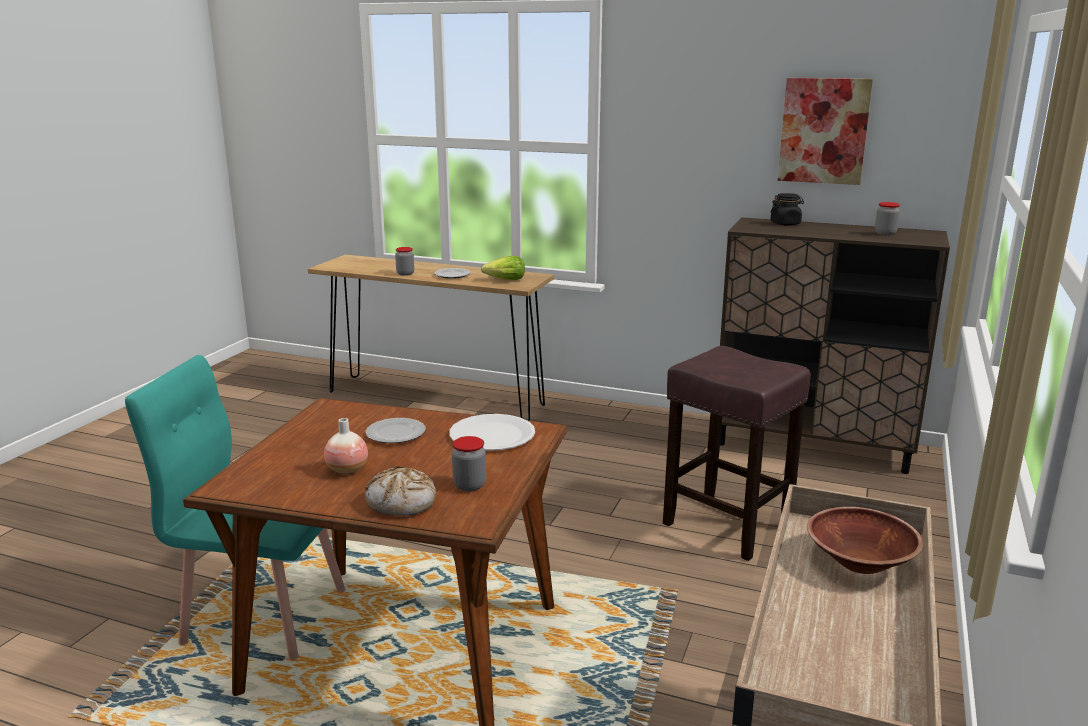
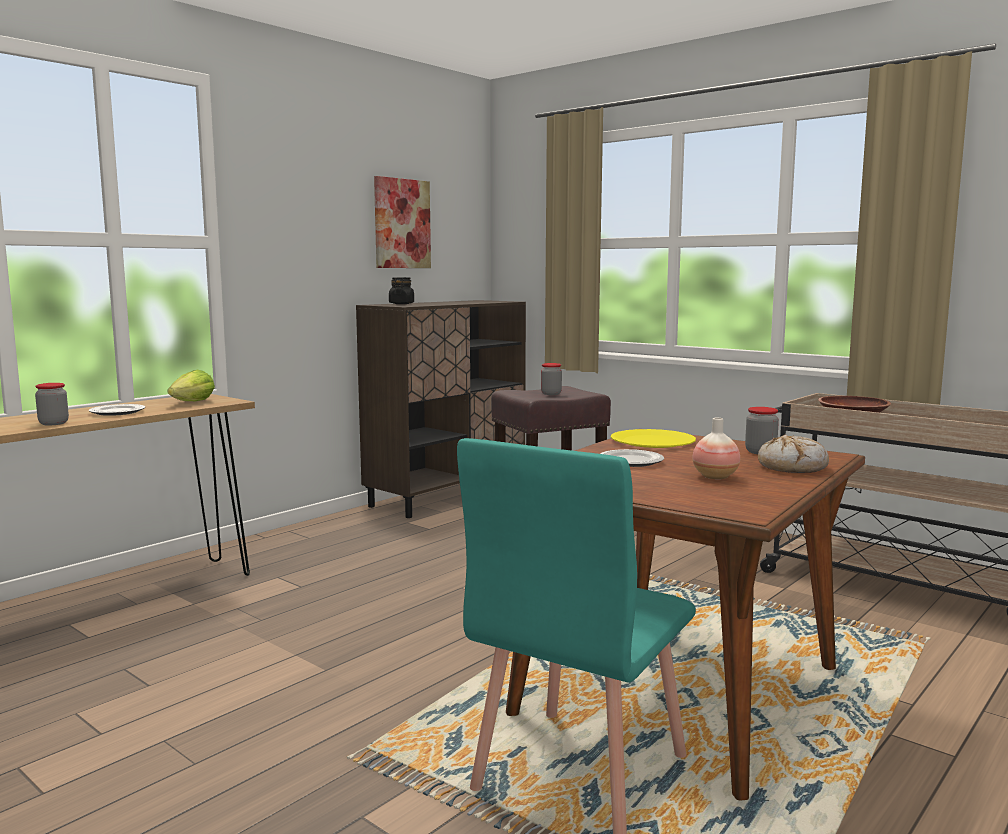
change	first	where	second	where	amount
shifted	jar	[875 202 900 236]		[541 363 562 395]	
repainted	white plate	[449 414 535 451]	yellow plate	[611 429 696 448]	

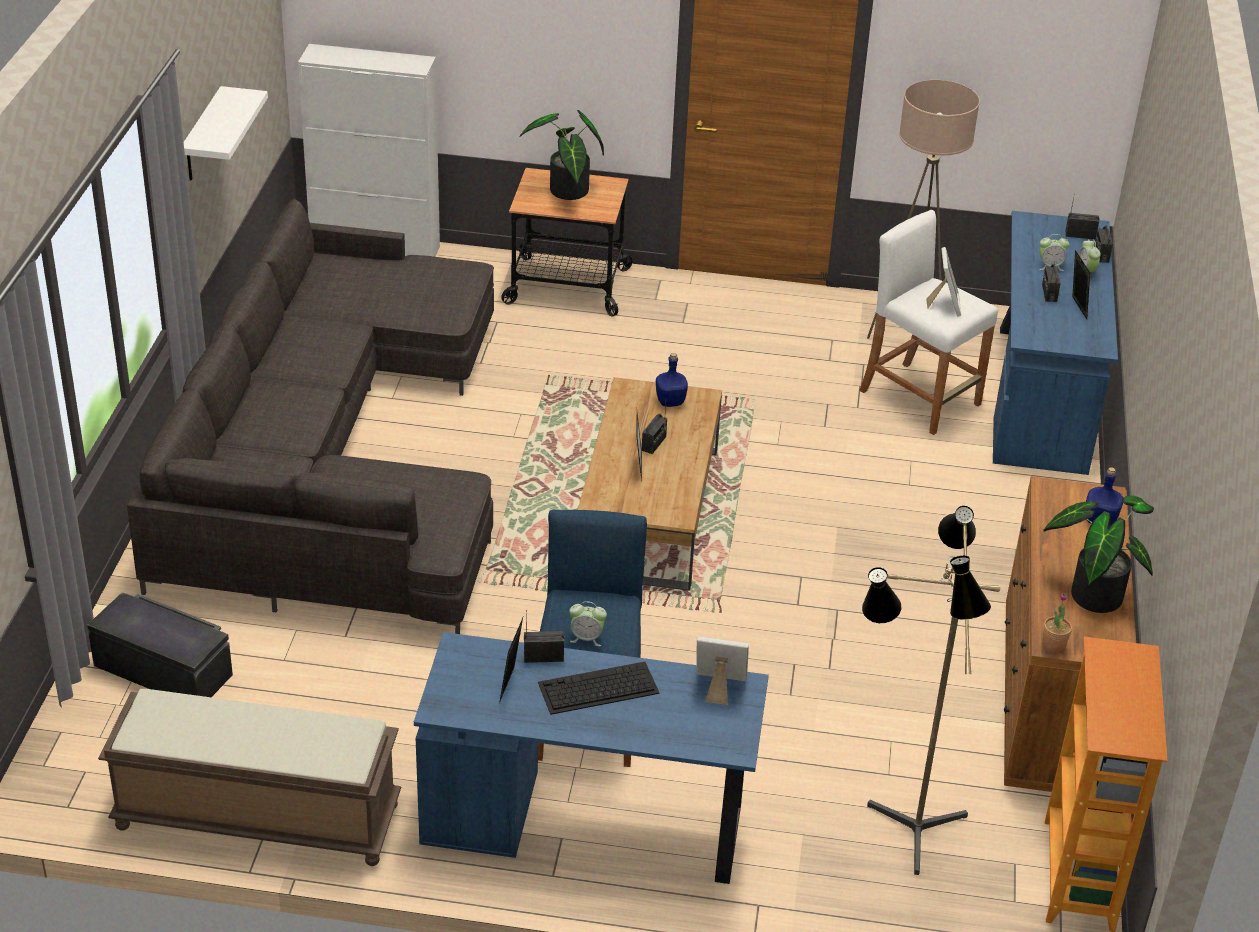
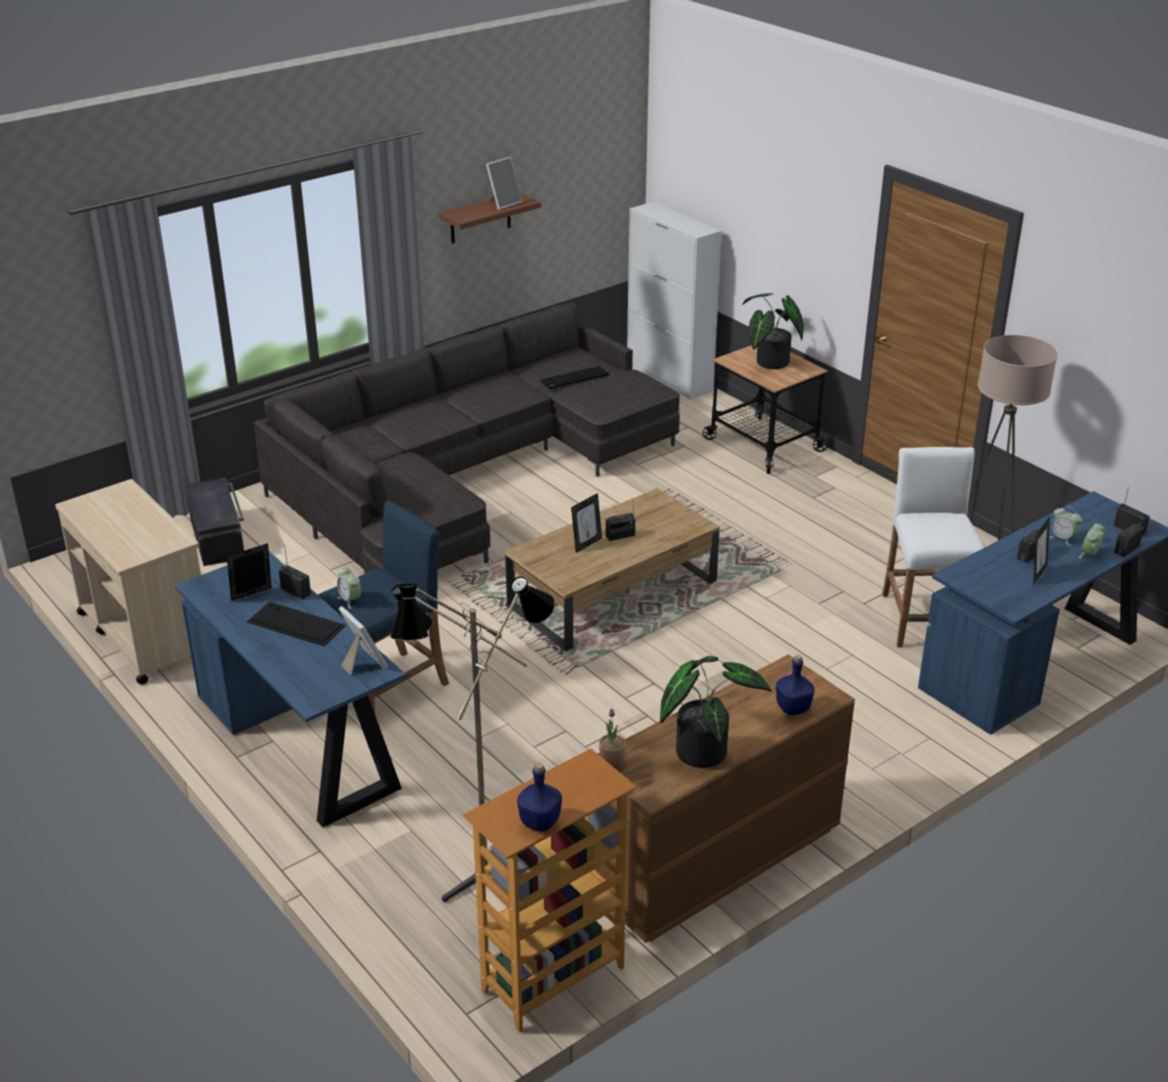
change	first	where	second	where	amount
swapped	brown bench	[98 689 401 866]	beige cart	[55 479 201 684]	
repainted	white shelf	[184 86 268 180]	brown shelf	[439 192 541 244]	
shifted	picture frame	[926 247 961 317]		[486 157 522 210]	
shifted	blue bottle	[656 353 688 407]		[517 763 562 832]	
new			keyboard	[541 366 609 389]	

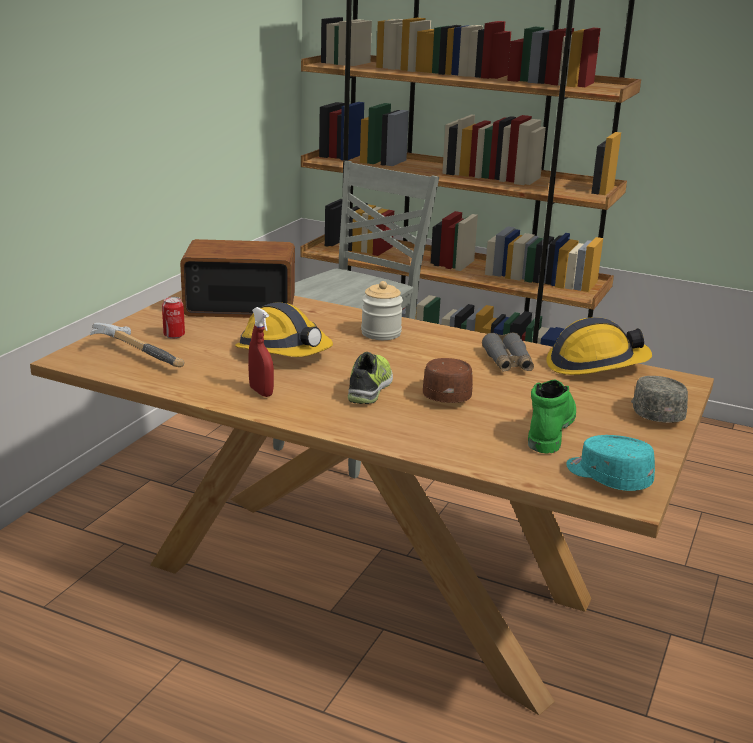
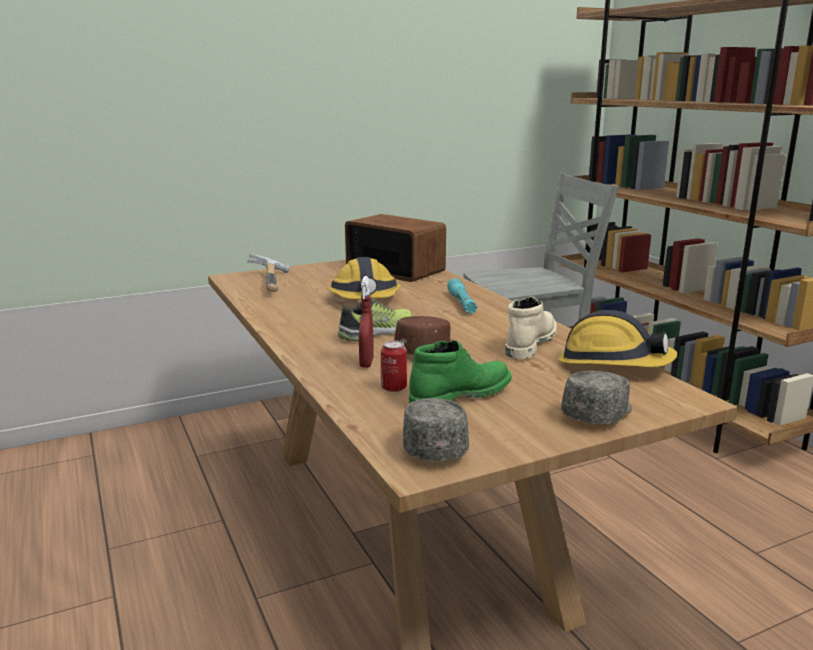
change	first	where	second	where	amount
shifted	red spray bottle	[248 307 274 397]		[359 276 374 368]	
shifted	can	[162 297 185 339]		[381 340 407 392]	
repainted	turquoise cap	[566 435 655 491]	grey cap	[403 398 469 461]	
swapped	jar	[361 281 403 340]	turquoise flashlight	[447 278 477 314]	
swapped	grey binoculars	[482 332 534 371]	beige boot	[505 296 557 359]	

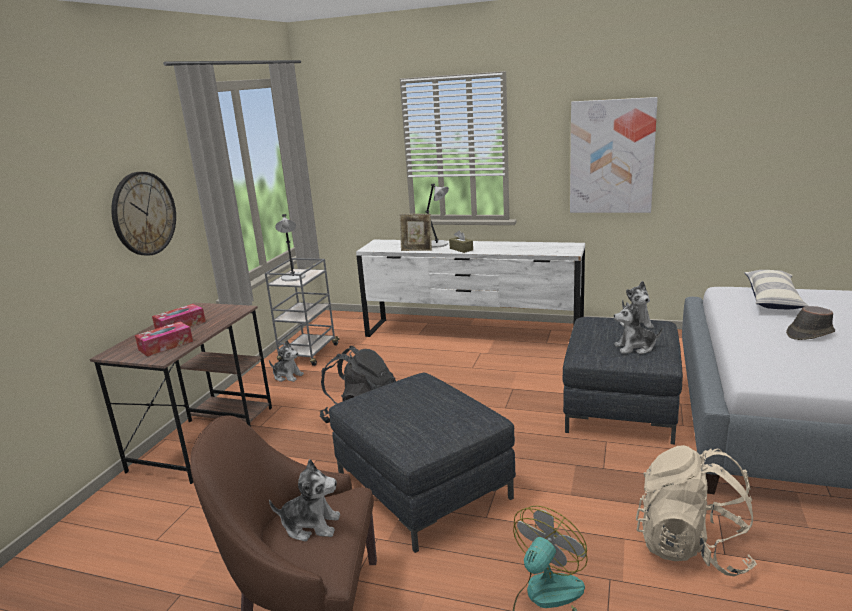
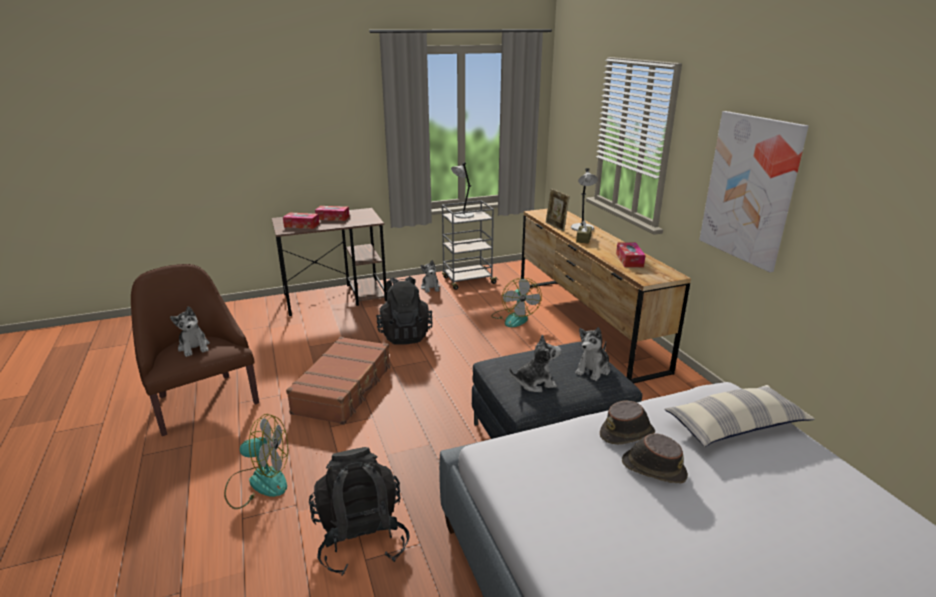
change	first	where	second	where	amount
swapped	grey ottoman	[329 373 516 553]	brown suitcase	[286 337 391 425]	
repainted	beige backpack	[636 445 757 576]	black backpack	[309 447 410 575]	
new			fan	[491 278 542 327]	
rotated	plush toy	[614 302 663 354]		[509 334 561 392]	120 degrees clockwise
repainted	white dresser	[356 240 585 337]	brown dresser	[521 209 691 384]	
new			brown hat	[600 401 655 445]	
new			tissue box	[616 243 646 267]	
gone	wall clock	[111 172 176 256]			

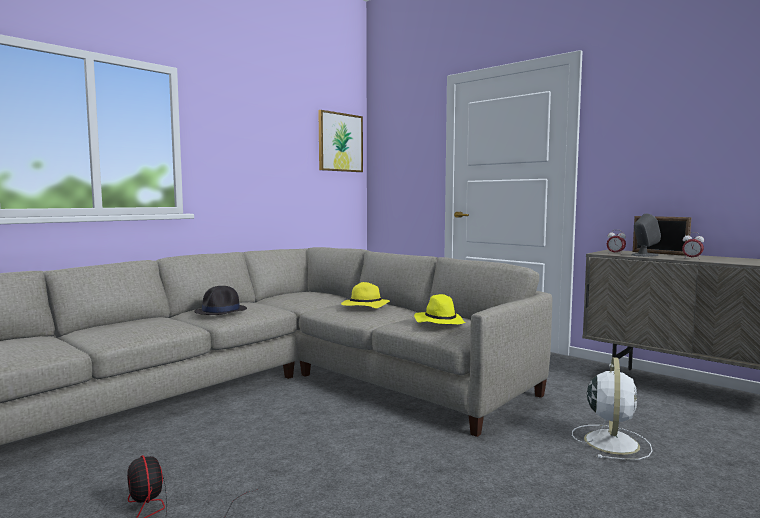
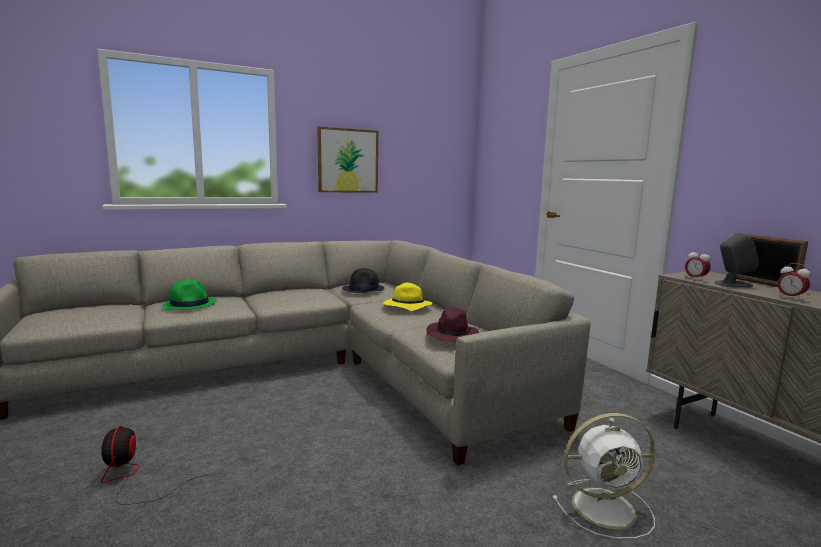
change	first	where	second	where	amount
new			green hat	[162 279 216 310]	
shifted	picture	[318 110 363 172]		[317 126 378 193]	
shifted	black hat	[194 286 247 315]		[342 268 385 293]	
repainted	yellow hat	[414 294 466 324]	purple hat	[426 307 479 342]	
rotated	white fan	[572 357 653 460]		[552 413 656 539]	45 degrees clockwise

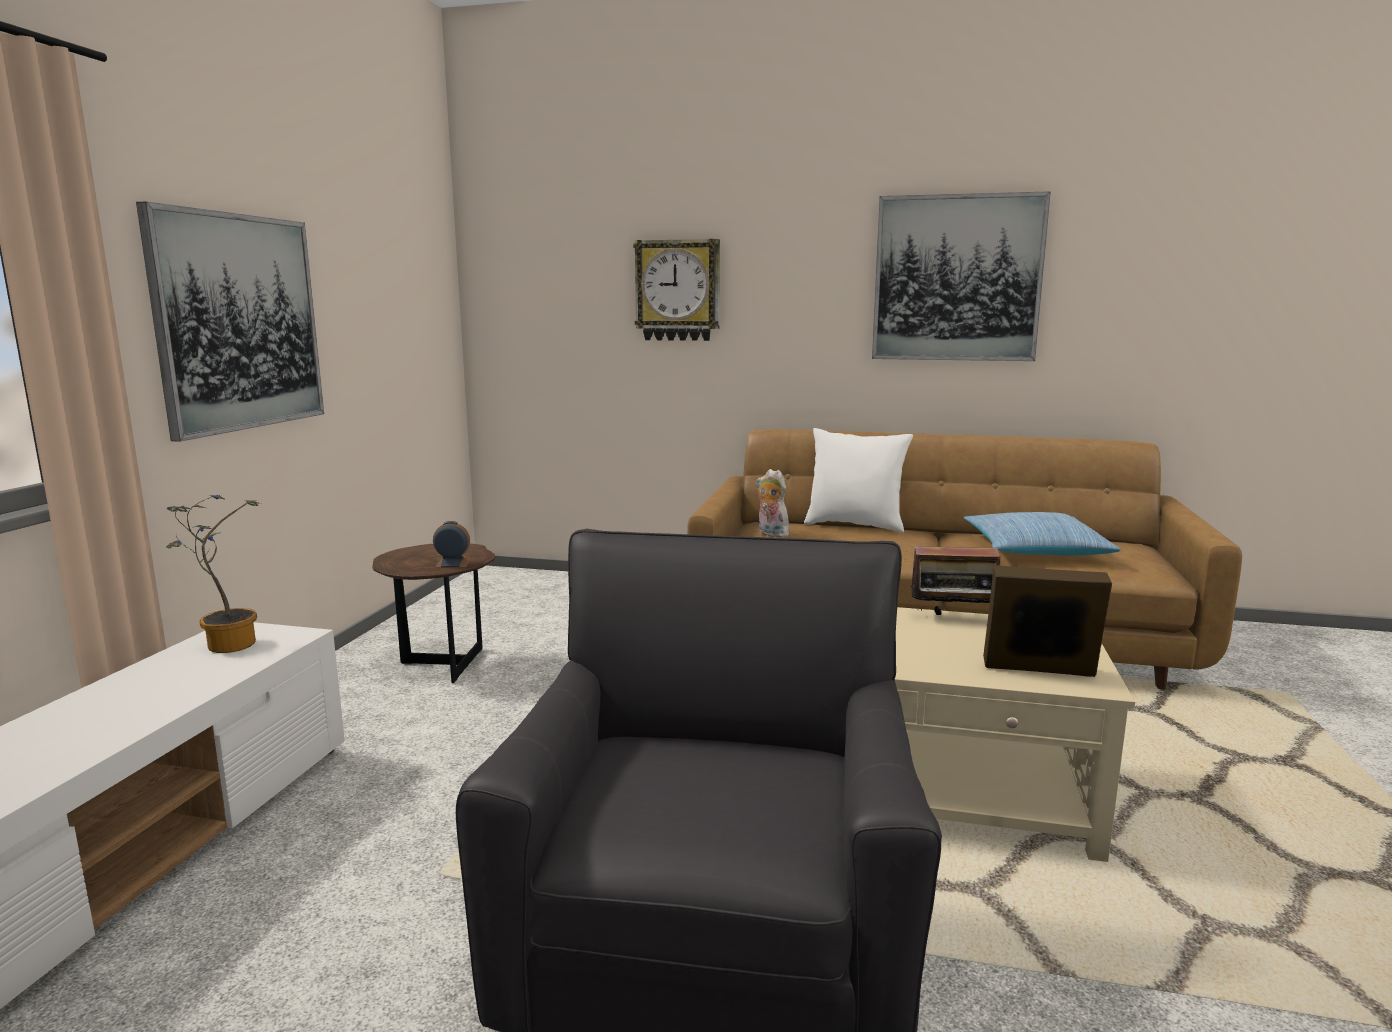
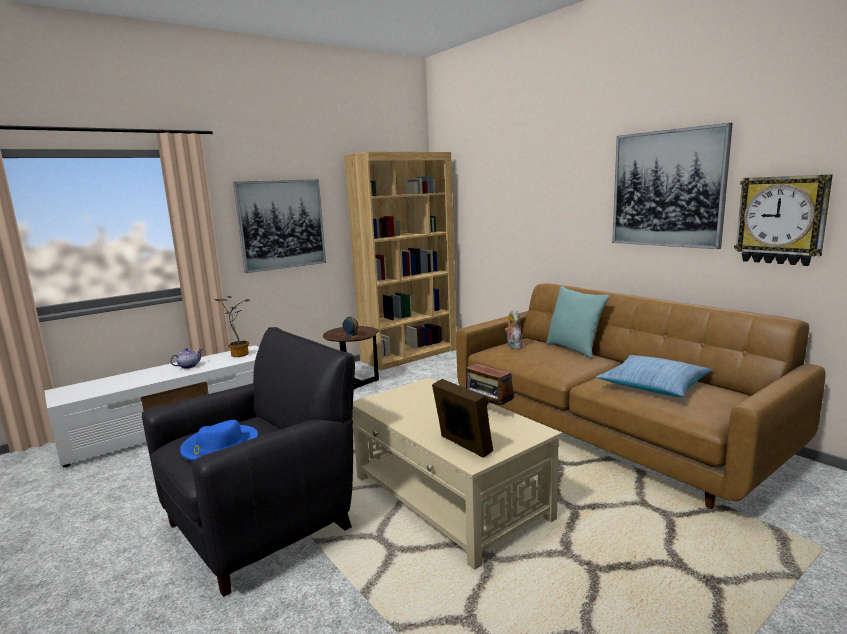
change	first	where	second	where	amount
new			teapot	[170 348 203 369]	
new			blue hat	[180 420 258 462]	
new			brown bookcase	[344 151 457 370]	
repainted	white pillow	[804 428 913 533]	turquoise pillow	[546 286 610 359]	
shifted	wall clock	[633 239 720 341]		[734 174 833 266]	

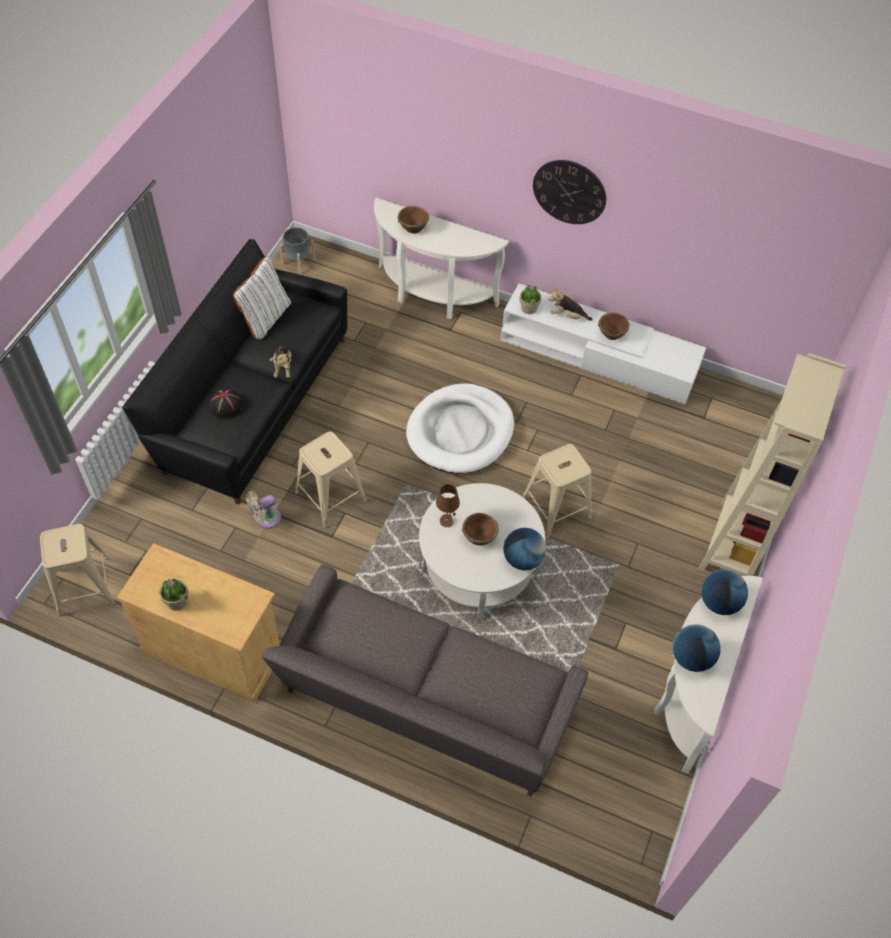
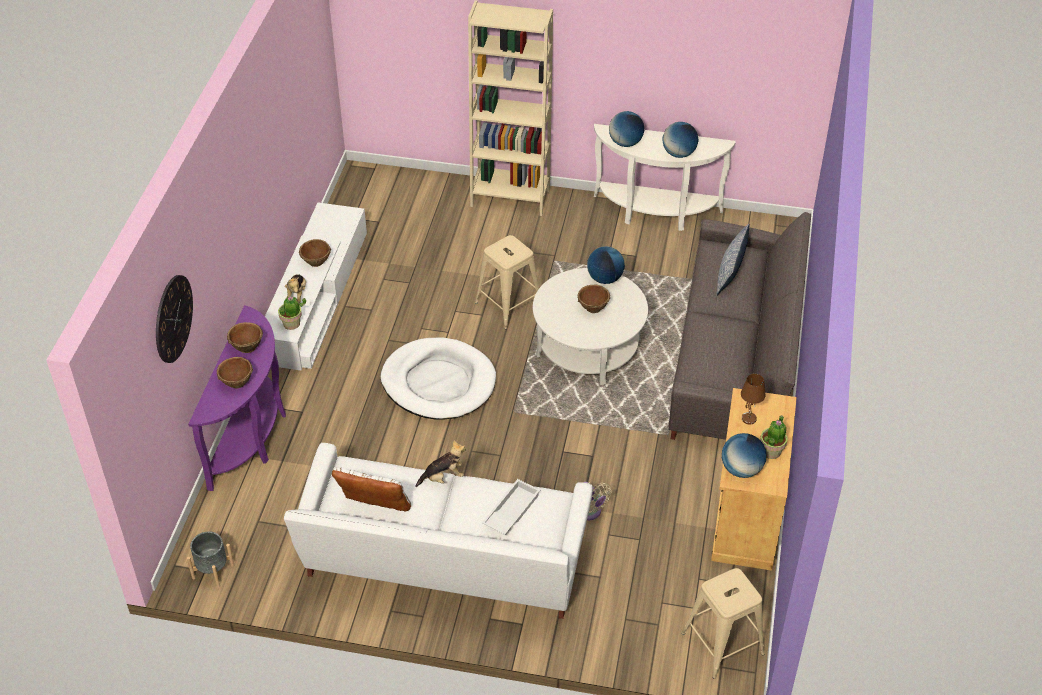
change	first	where	second	where	amount
shifted	wall clock	[533 160 606 224]		[156 275 193 363]	
repainted	white console table	[374 198 509 319]	purple console table	[188 305 286 491]	
new			brown bowl	[227 322 263 353]	
repainted	black sofa	[122 239 347 505]	white sofa	[284 443 593 619]	
swapped	black hat	[210 389 243 419]	white tray	[482 479 540 535]	
new			pillow	[716 224 749 296]	
new			globe	[722 433 766 478]	
shifted	brown table lamp	[436 484 460 527]		[741 374 765 424]	
gone	beige stool	[295 431 367 528]			

